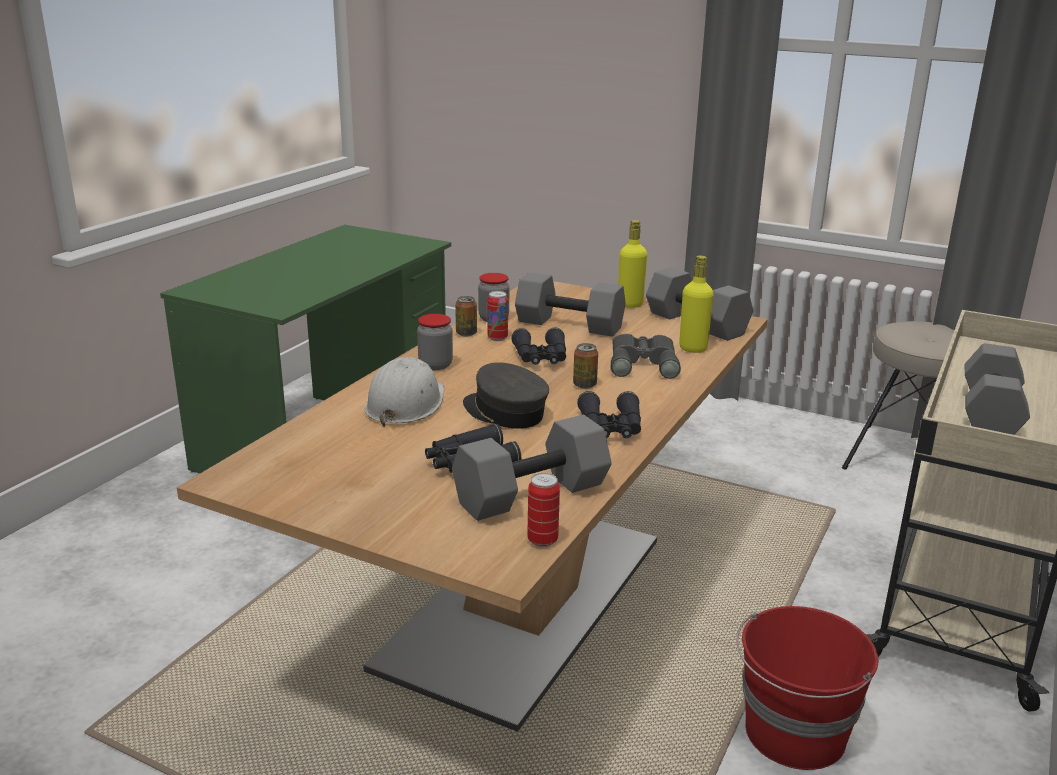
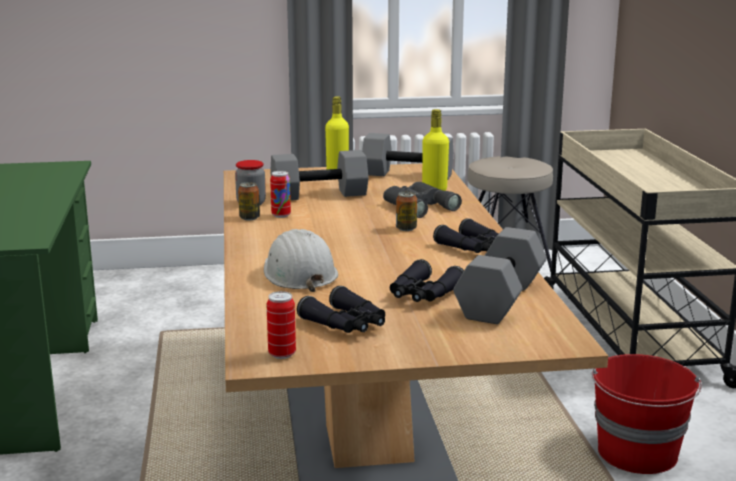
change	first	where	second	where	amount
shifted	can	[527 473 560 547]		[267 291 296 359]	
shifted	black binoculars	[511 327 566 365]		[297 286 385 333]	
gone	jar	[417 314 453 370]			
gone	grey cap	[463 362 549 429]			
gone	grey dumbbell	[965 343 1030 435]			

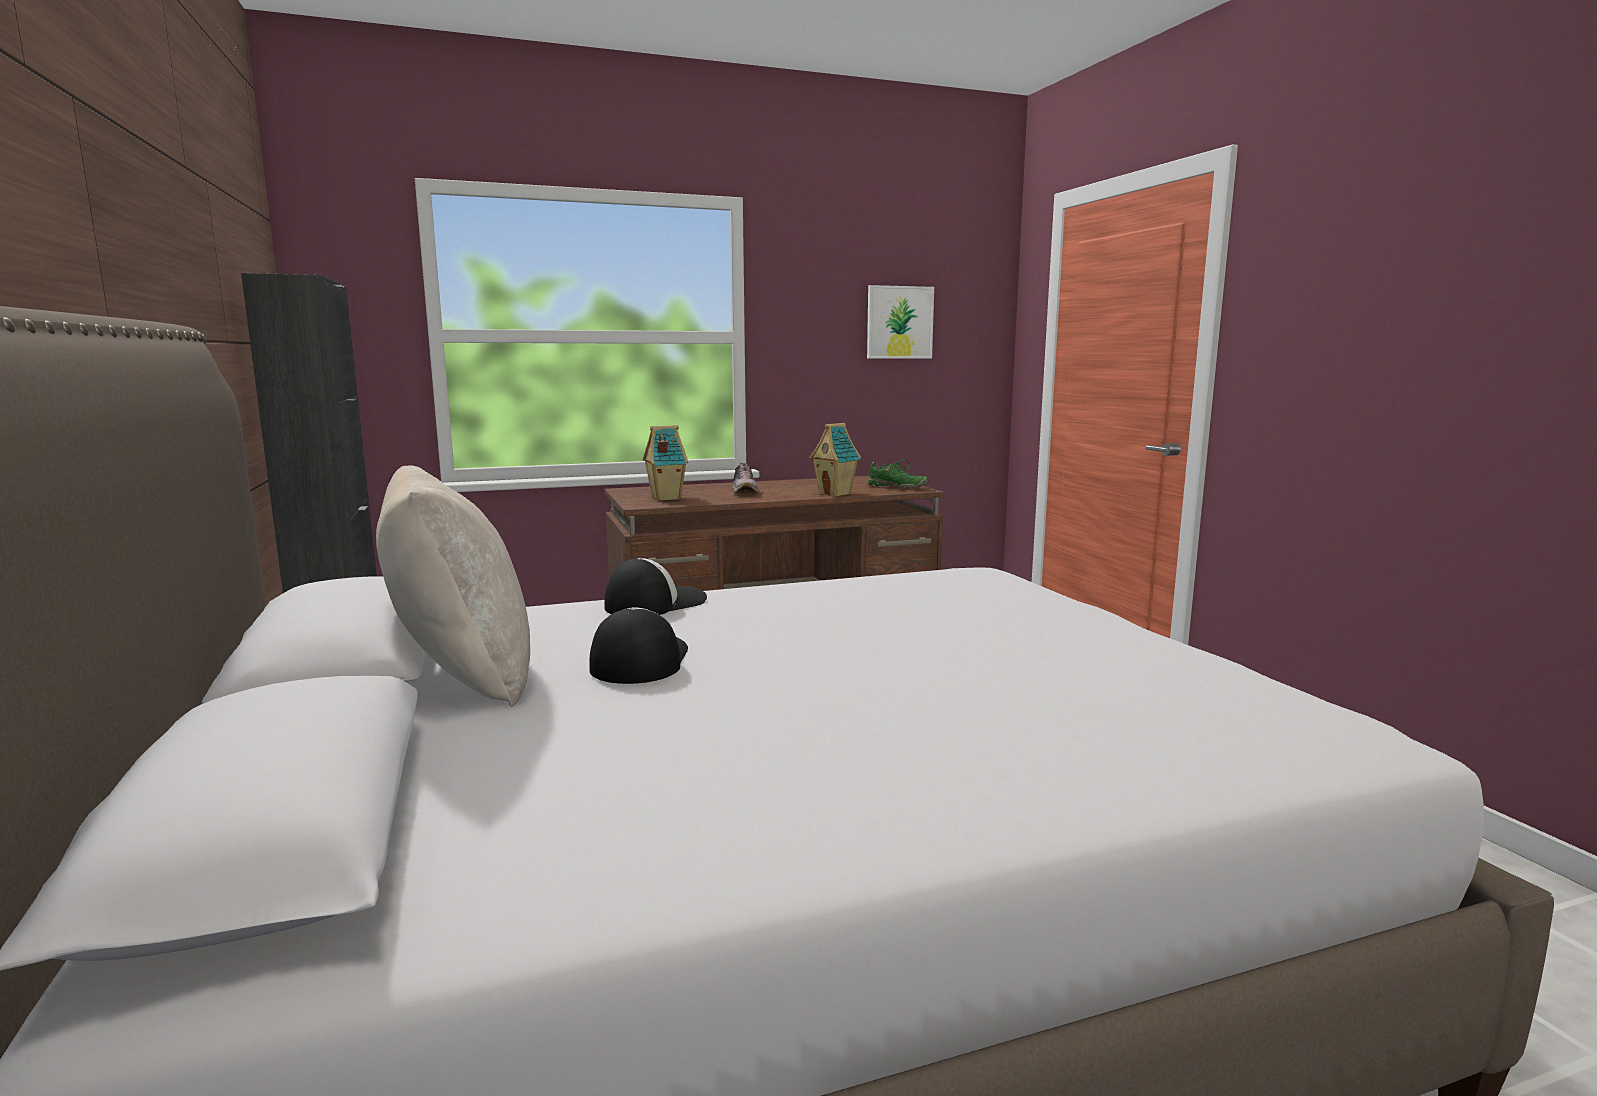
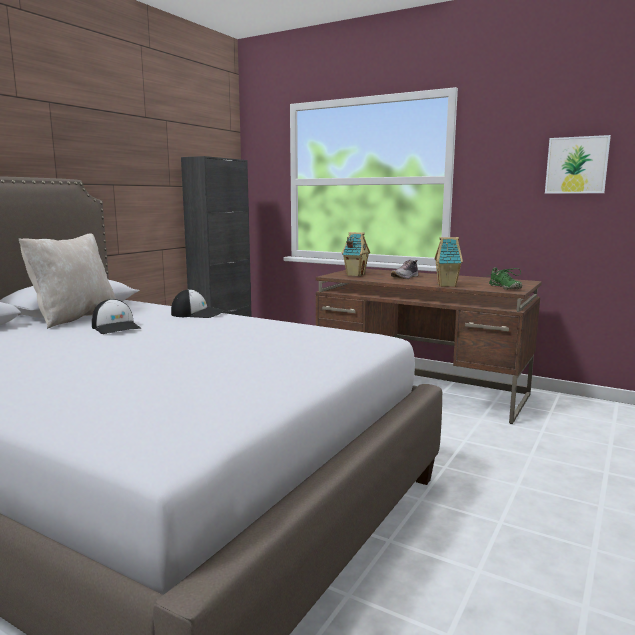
change	first	where	second	where	amount
rotated	cap	[589 607 688 684]		[92 299 142 334]	90 degrees clockwise

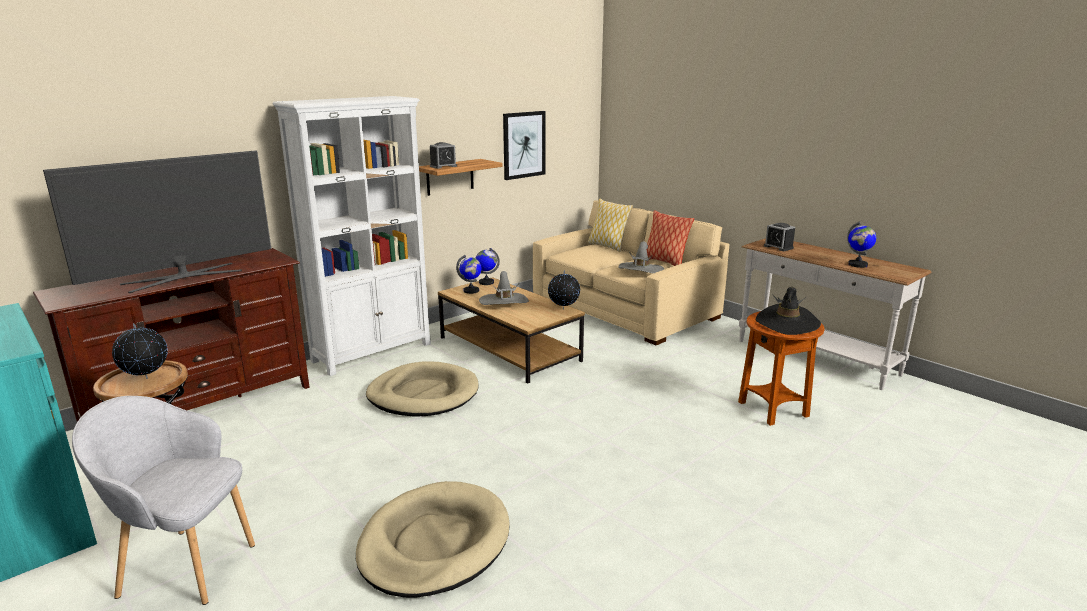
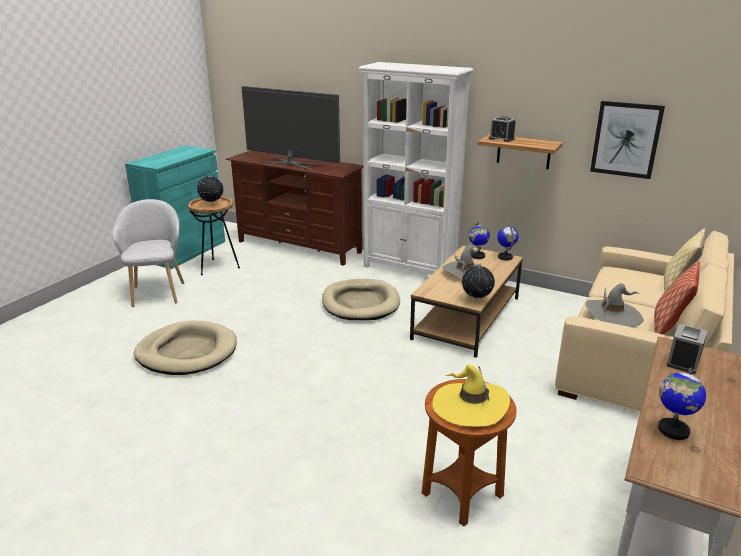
change	first	where	second	where	amount
repainted	black hat	[756 287 821 335]	yellow hat	[432 364 510 426]	

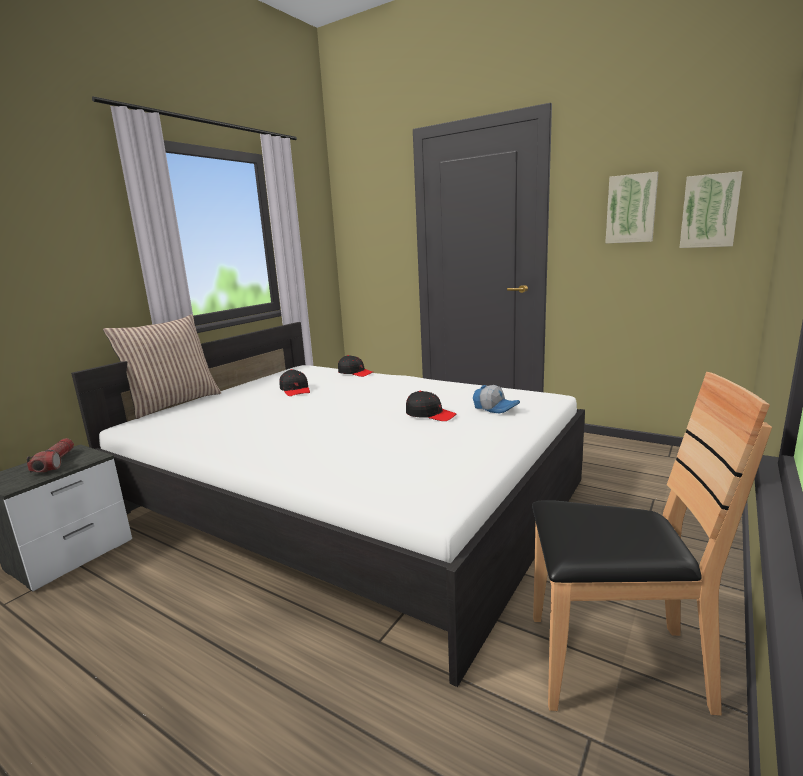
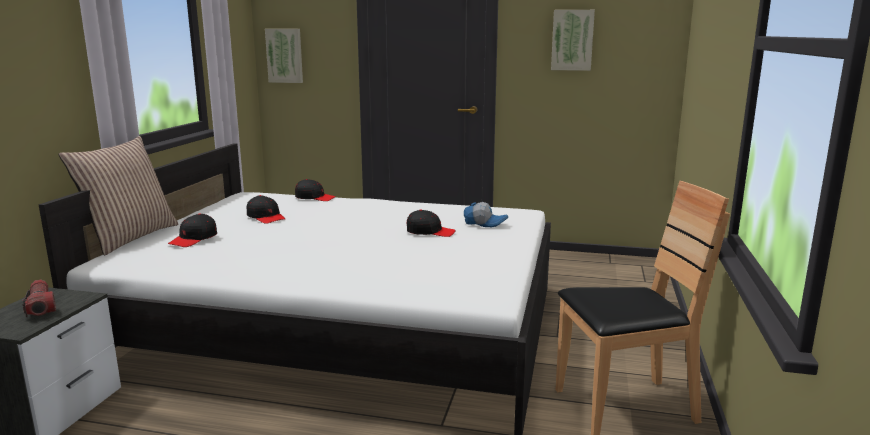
change	first	where	second	where	amount
new			black cap	[168 213 217 247]	
shifted	picture	[680 171 743 248]		[265 29 303 83]	

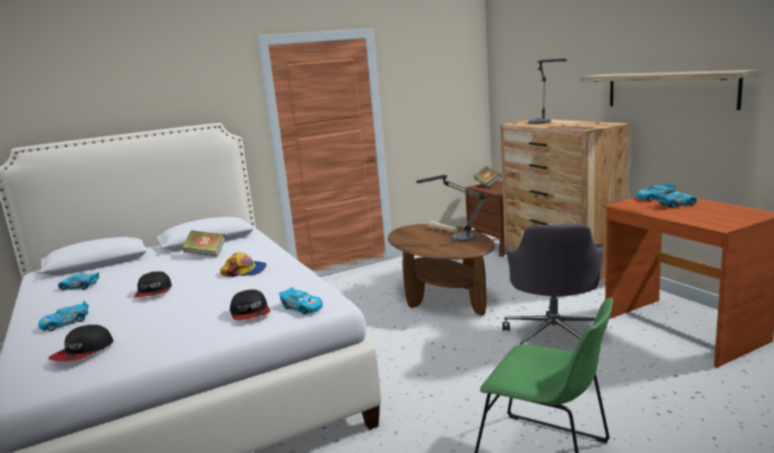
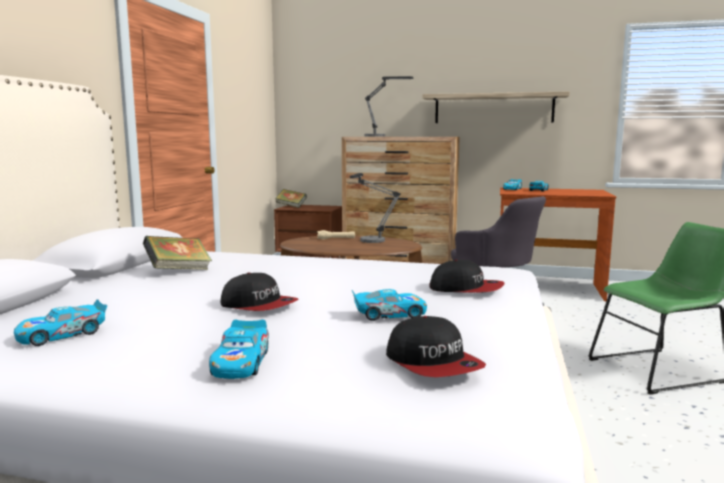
change	first	where	second	where	amount
shifted	toy car	[279 287 323 314]		[352 289 427 321]	
gone	cap	[220 252 267 277]			

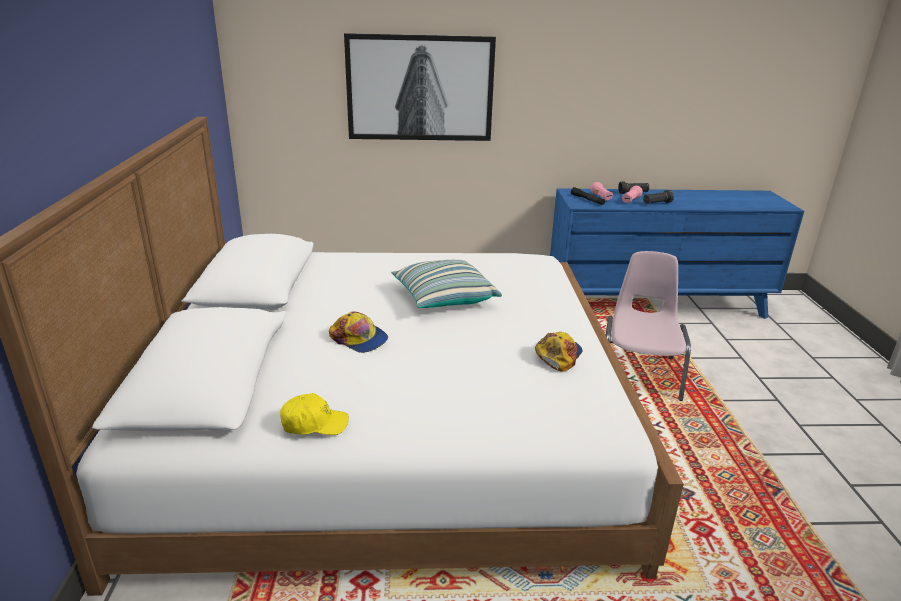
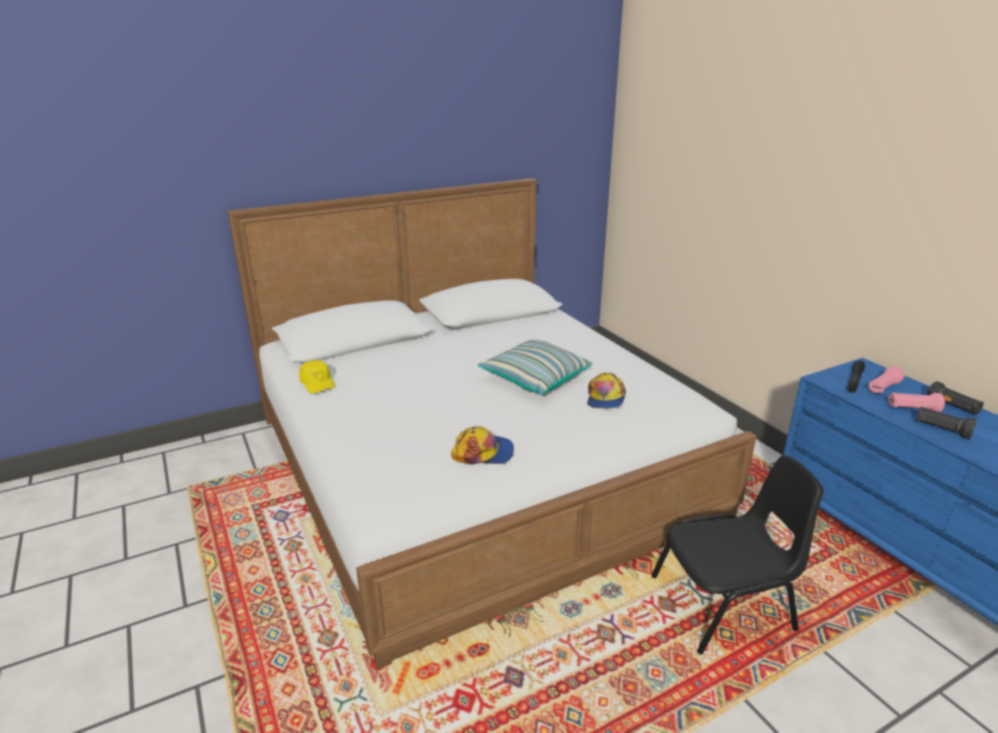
change	first	where	second	where	amount
shifted	cap	[329 311 388 353]		[587 373 626 409]	
repainted	pink chair	[606 251 691 401]	black chair	[651 455 824 655]	
gone	picture	[344 33 496 141]			

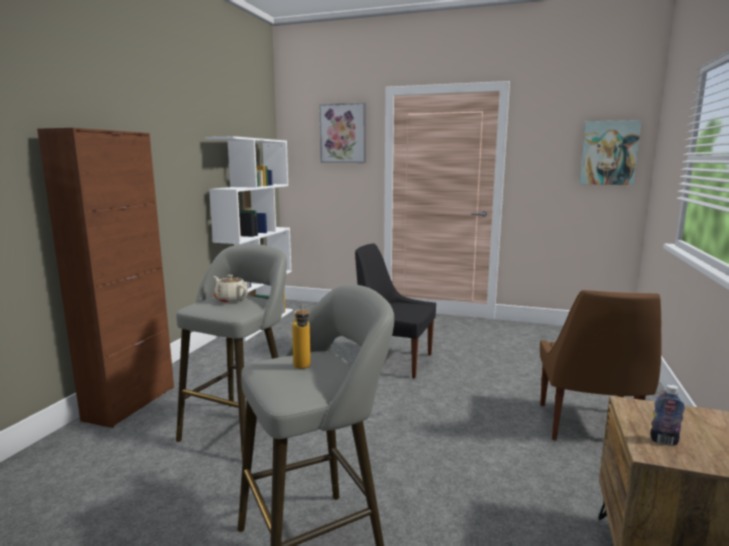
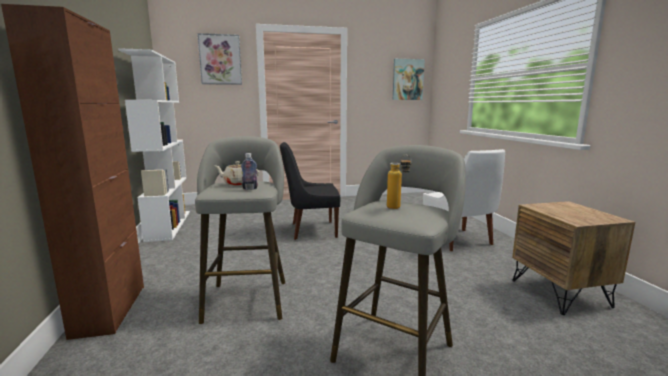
change	first	where	second	where	amount
shifted	bottle	[650 385 685 446]		[241 153 258 190]	
repainted	brown chair	[540 290 661 441]	white chair	[423 149 505 251]	

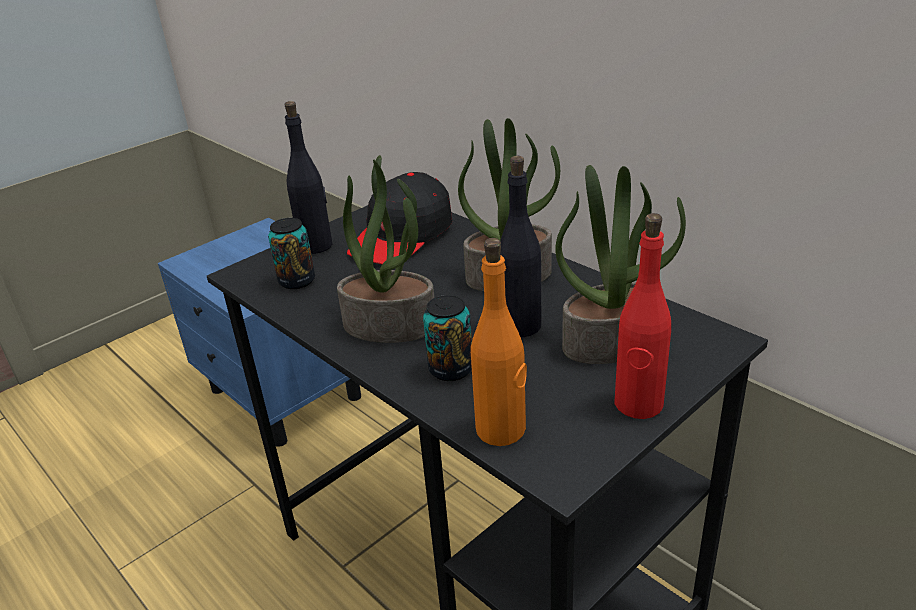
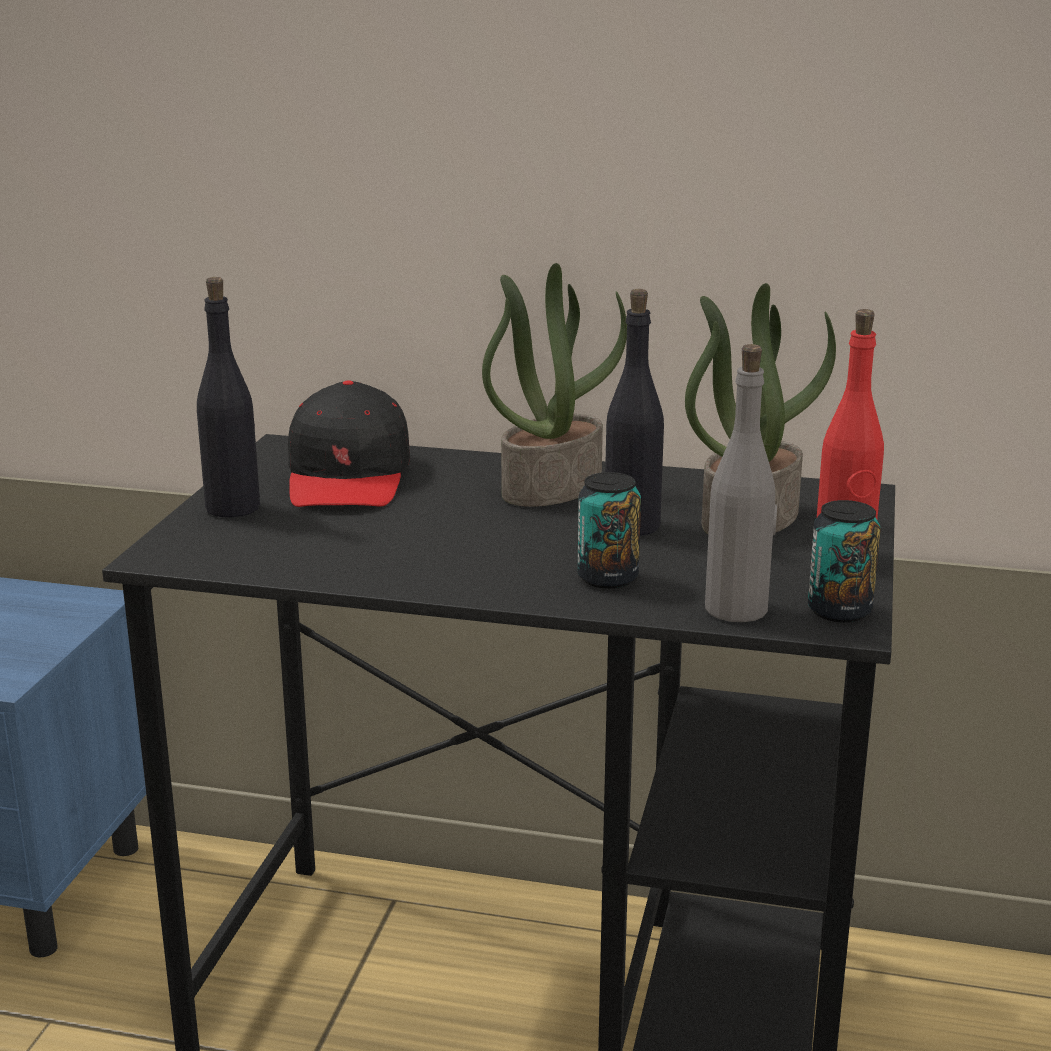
change	first	where	second	where	amount
repainted	orange bottle	[471 238 527 446]	grey bottle	[705 344 777 622]	
shifted	can	[268 218 315 289]		[808 500 881 623]	
gone	potted plant	[337 155 434 343]			

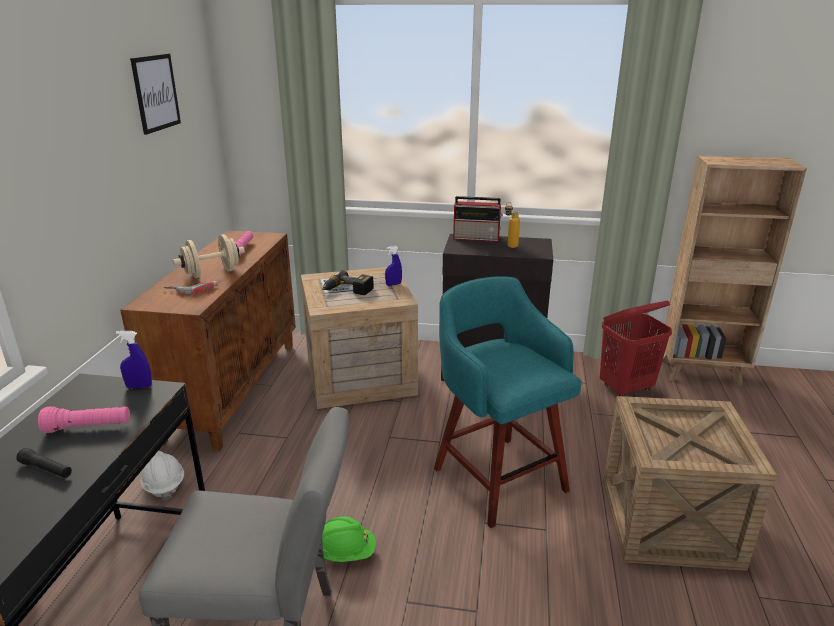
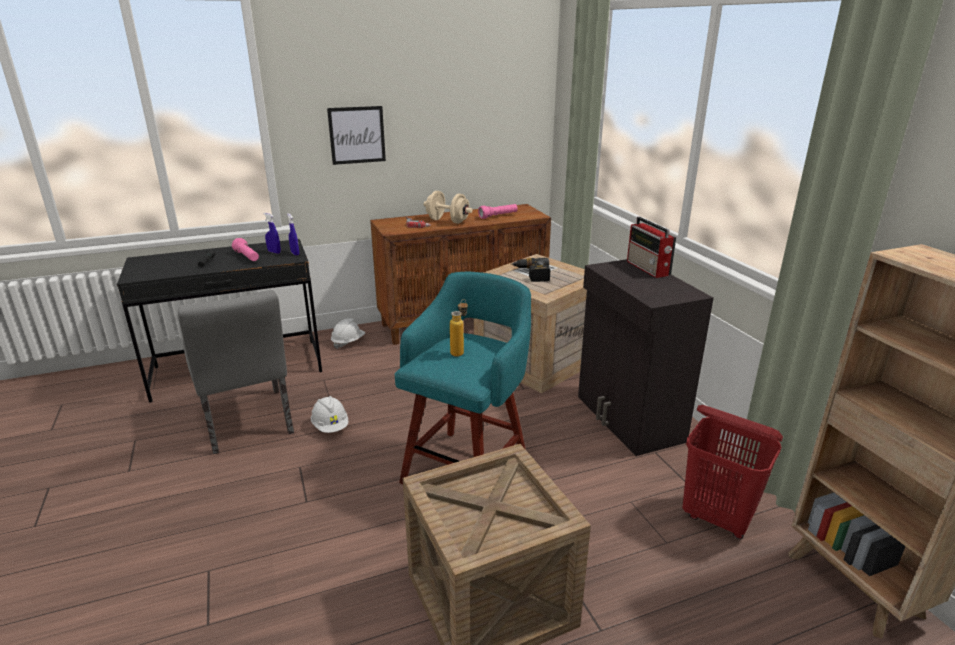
change	first	where	second	where	amount
shifted	blue spray bottle	[385 246 402 286]		[263 213 281 254]	
repainted	green hard hat	[322 517 376 562]	white hard hat	[311 396 348 433]	
shifted	picture	[130 54 181 135]		[327 106 386 165]	
shifted	bottle	[505 202 520 248]		[450 299 468 357]	

